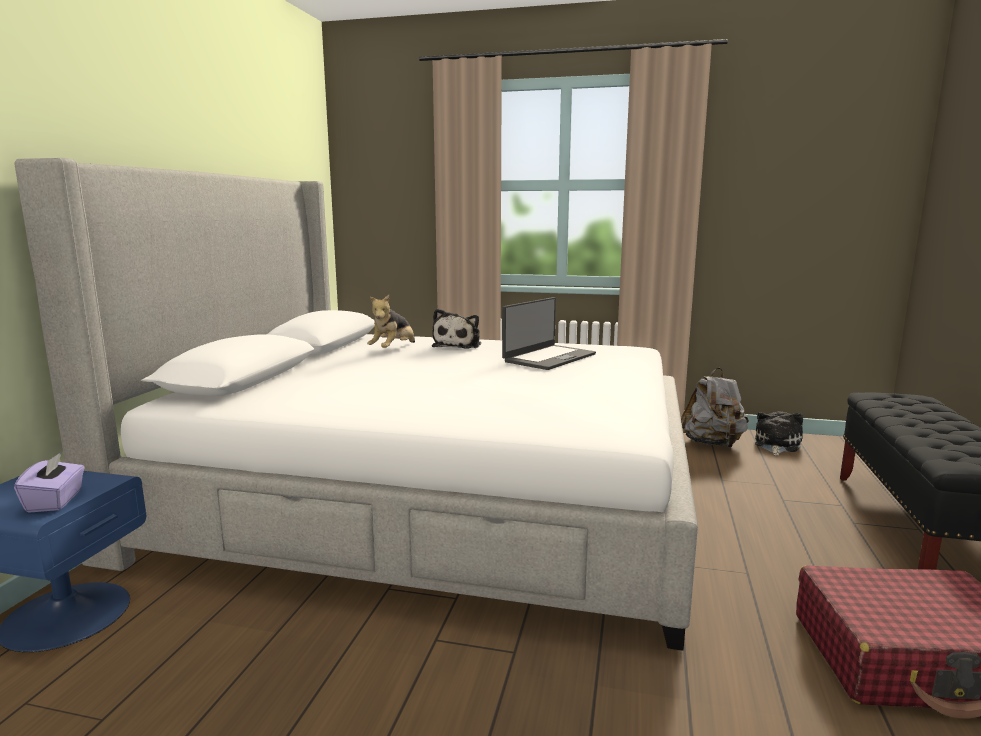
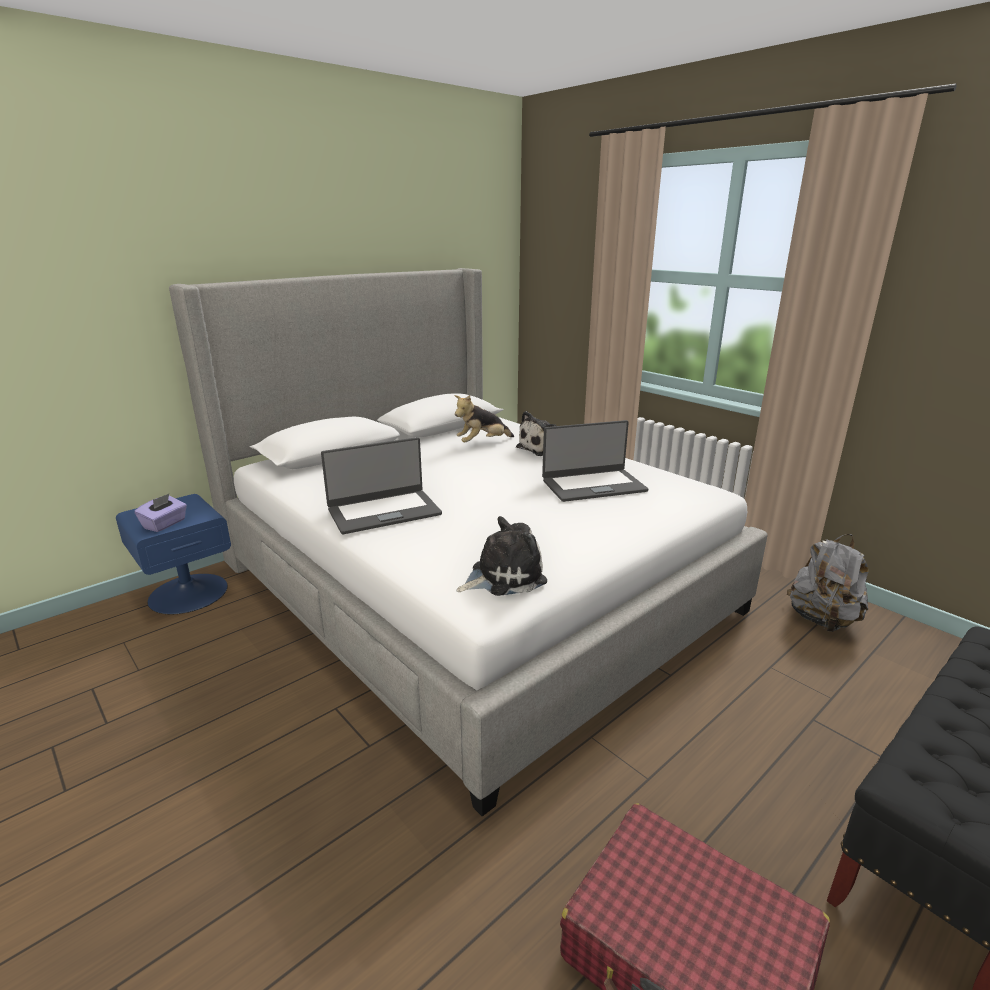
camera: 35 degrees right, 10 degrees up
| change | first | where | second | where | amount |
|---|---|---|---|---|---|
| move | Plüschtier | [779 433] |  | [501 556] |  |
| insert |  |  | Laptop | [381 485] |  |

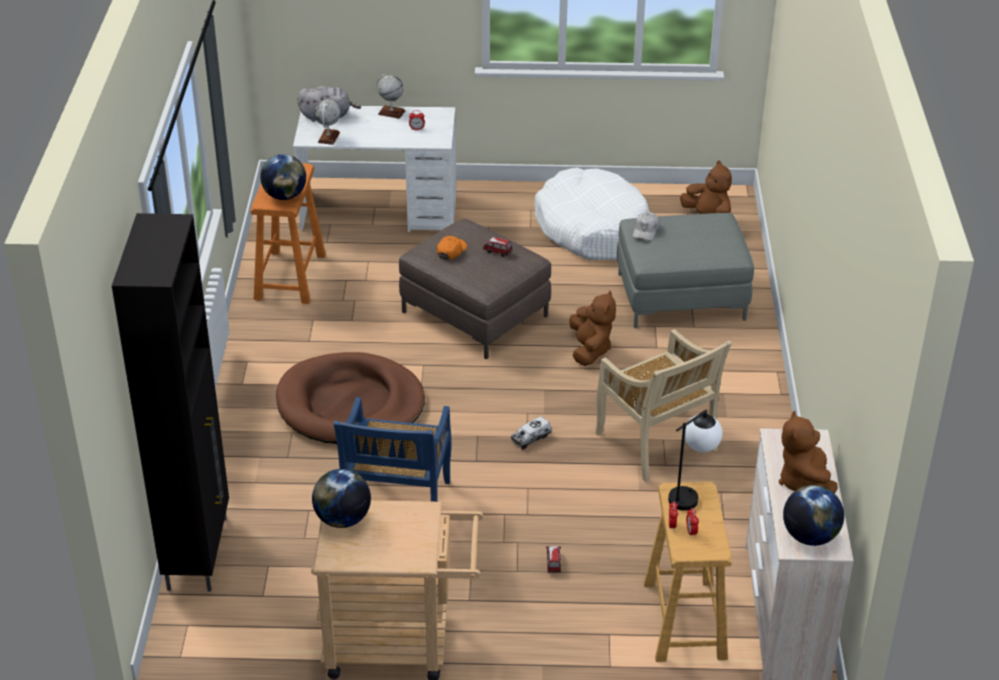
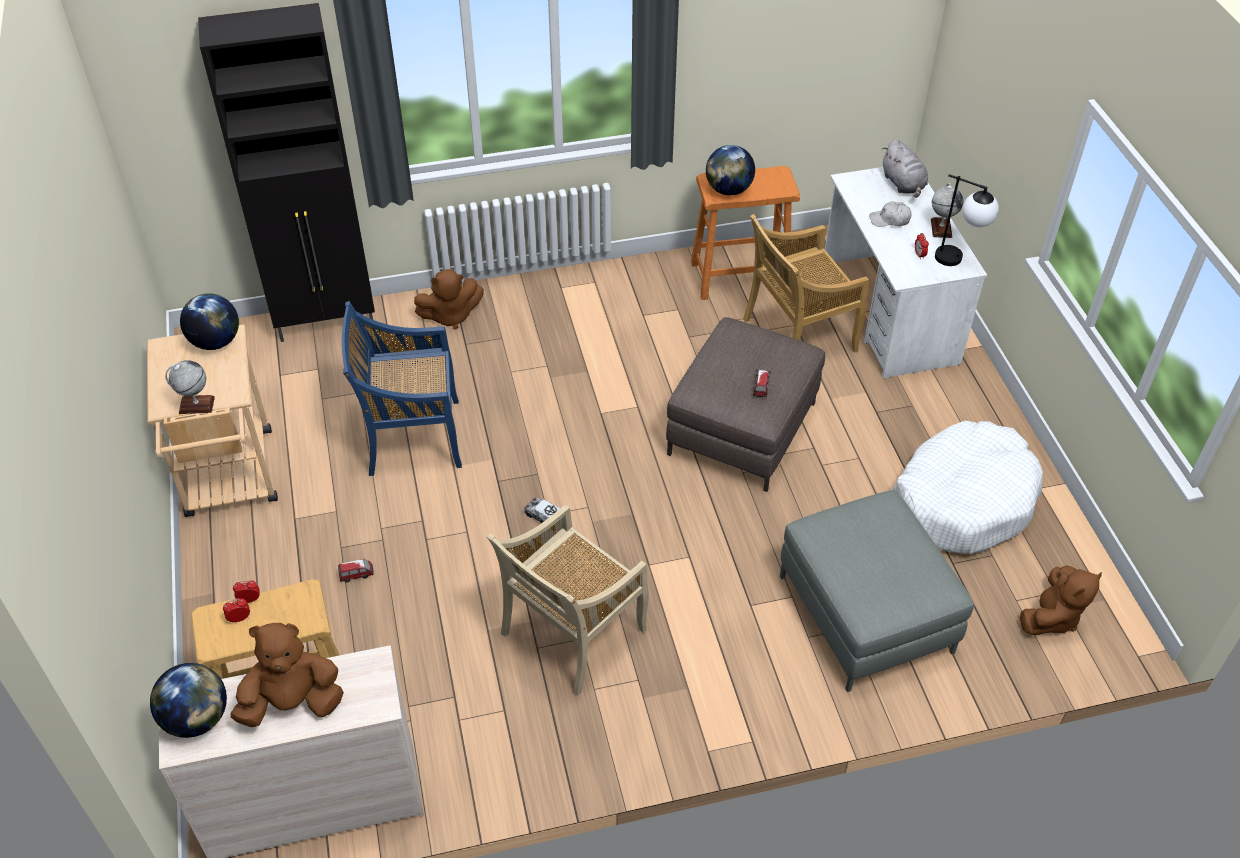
camera: 75 degrees right, 10 degrees up
| change | first | where | second | where | amount |
|---|---|---|---|---|---|
| delete | Hundebett (braun) | [350 398] |  |  |  |
| move | Globus | [327 122] |  | [190 387] |  |
| delete | Kappe (orange) | [452 248] |  |  |  |
| move | Plüschtier (braun) | [592 328] |  | [449 299] |  |
| move | Kappe (weiß) | [646 226] |  | [890 214] |  |
| move | Tischlampe | [695 460] |  | [967 220] |  |
| insert |  |  | Stuhl (beige) | [806 283] |  |

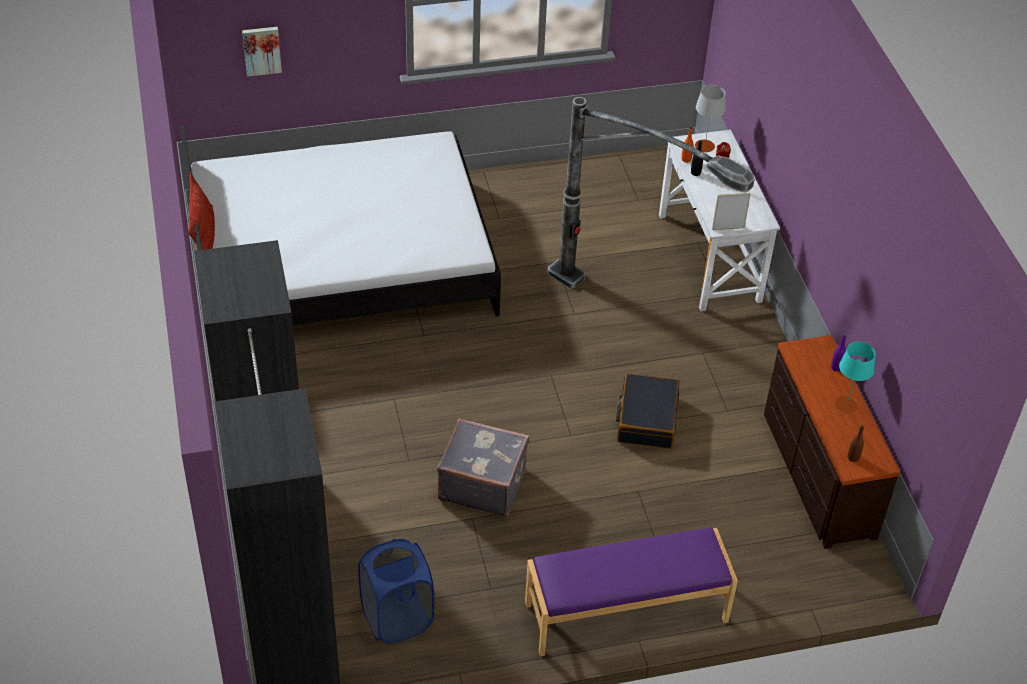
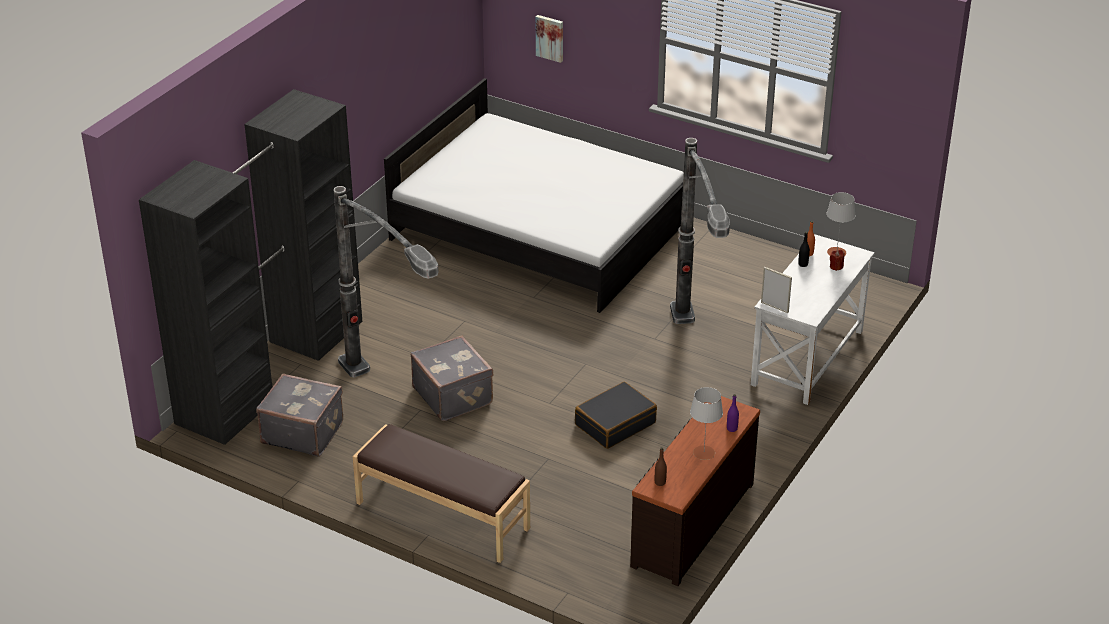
camera: 45 degrees right, 10 degrees down
| change | first | where | second | where | amount |
|---|---|---|---|---|---|
| delete | Kissen | [201 211] |  |  |  |
| replace | Wäschekorb (blau) | [396 591] | Koffer (grau) | [299 414] |  |
| recolor | Bank (lila) | [631 591] | Bank (braun) | [441 493] |  |
| recolor | Tischlampe (türkis) | [855 378] | Tischlampe (grau) | [706 423] |  |
| insert |  |  | Stehlampe | [386 282] |  |

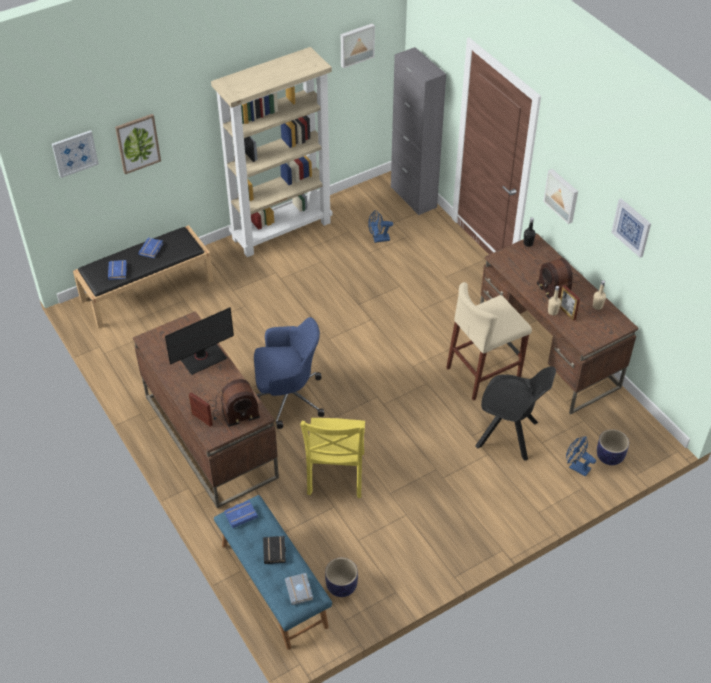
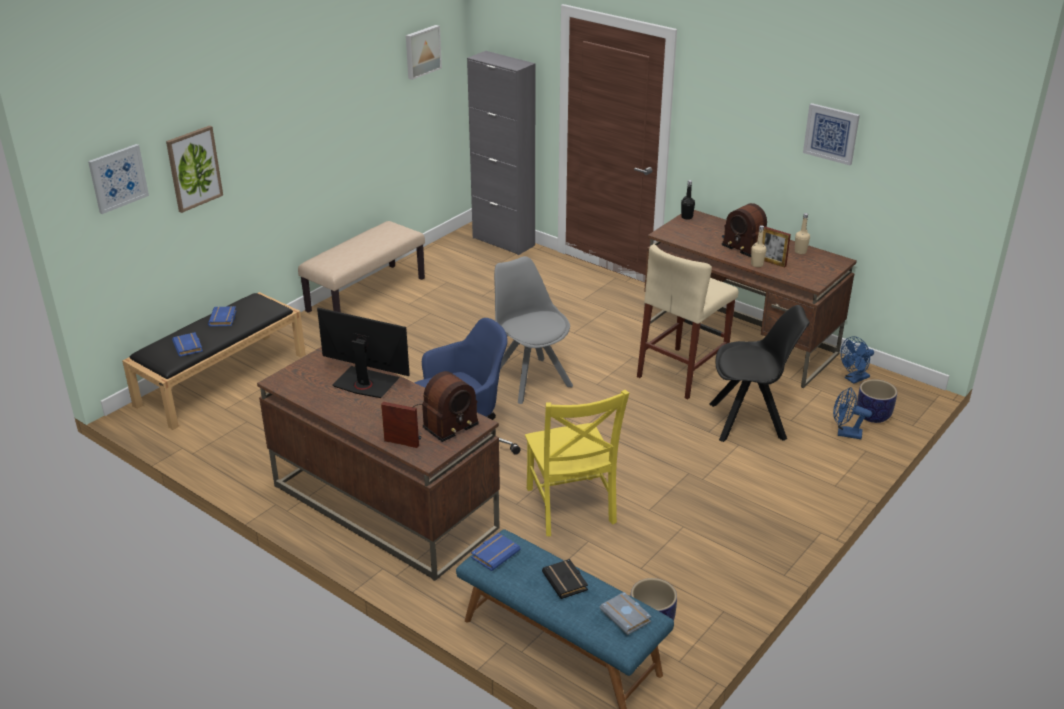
camera: 20 degrees left, 15 degrees down
| change | first | where | second | where | amount |
|---|---|---|---|---|---|
| rotate | Monitor | [199 341] |  | [363 353] | 105 degrees counterclockwise |
| replace | Bücherregal (beige) | [272 152] | Bank (beige) | [361 267] |  |
| move | Ventilator (blau) | [380 226] |  | [857 360] |  |
| delete | Bild | [560 196] |  |  |  |
| insert |  |  | Stuhl (grau) | [533 330] |  |

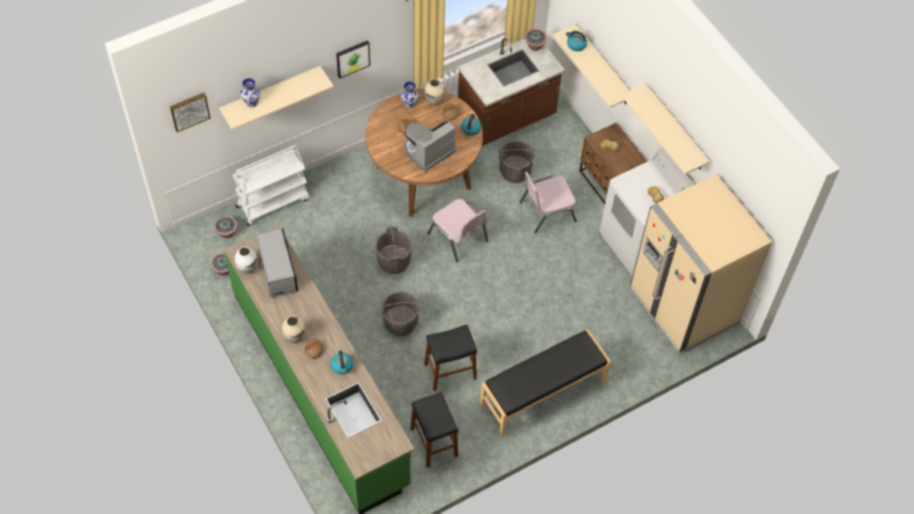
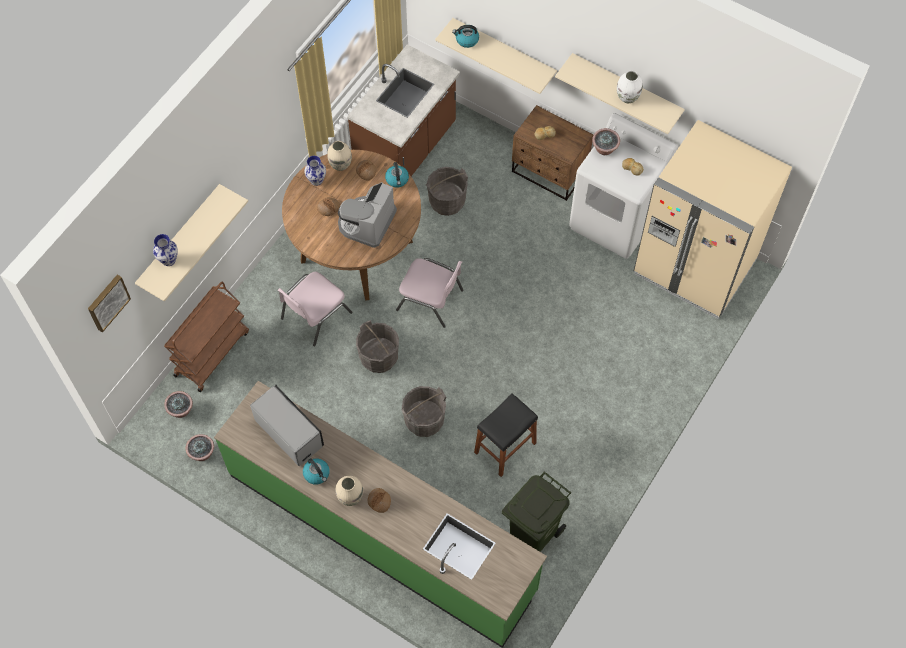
camera: 25 degrees left, 5 degrees up
| change | first | where | second | where | amount |
|---|---|---|---|---|---|
| recolor | Rollwagen (weiß) | [270 185] | Rollwagen (braun) | [206 337] |  |
| move | Vase (weiß) | [246 260] |  | [630 87] |  |
| move | Wasserkessel | [341 362] |  | [316 471] |  |
| delete | Bild | [353 59] |  |  |  |
| replace | Hocker (schwarz) | [434 430] | Mülleimer (grün) | [536 511] |  |
| delete | Bank (schwarz) | [545 383] |  |  |  |
| move | Stuhl (rosa) | [548 202] |  | [315 309] |  |
| move | Topfpflanze | [536 39] |  | [606 141] |  |

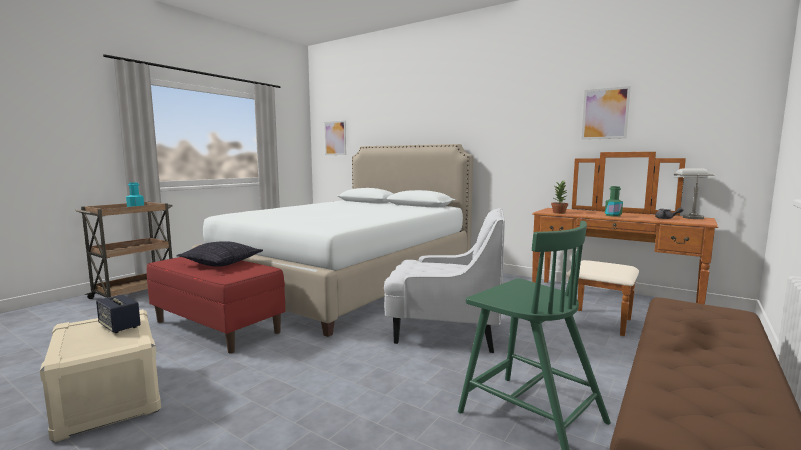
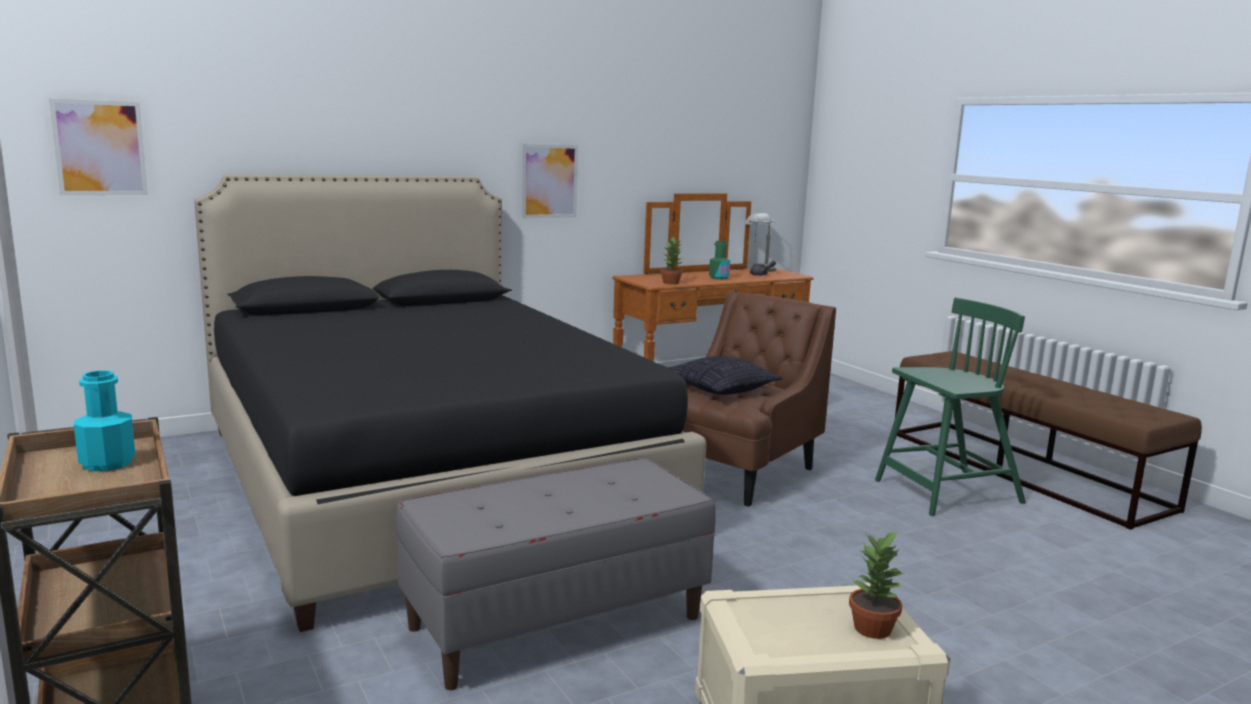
camera: 65 degrees left, 5 degrees up
| change | first | where | second | where | amount |
|---|---|---|---|---|---|
| delete | Lautsprecher | [118 313] |  |  |  |
| recolor | Bank (rot) | [216 305] | Bank (grau) | [556 574] |  |
| move | Kissen | [220 254] |  | [725 375] |  |
| recolor | Bett (weiß) | [332 240] | Bett (schwarz) | [450 403] |  |
| recolor | Sessel (weiß) | [444 280] | Sessel (braun) | [759 399] |  |
| move | Bild | [606 113] |  | [550 181] |  |
| insert |  |  | Topfpflanze | [876 584] |  |

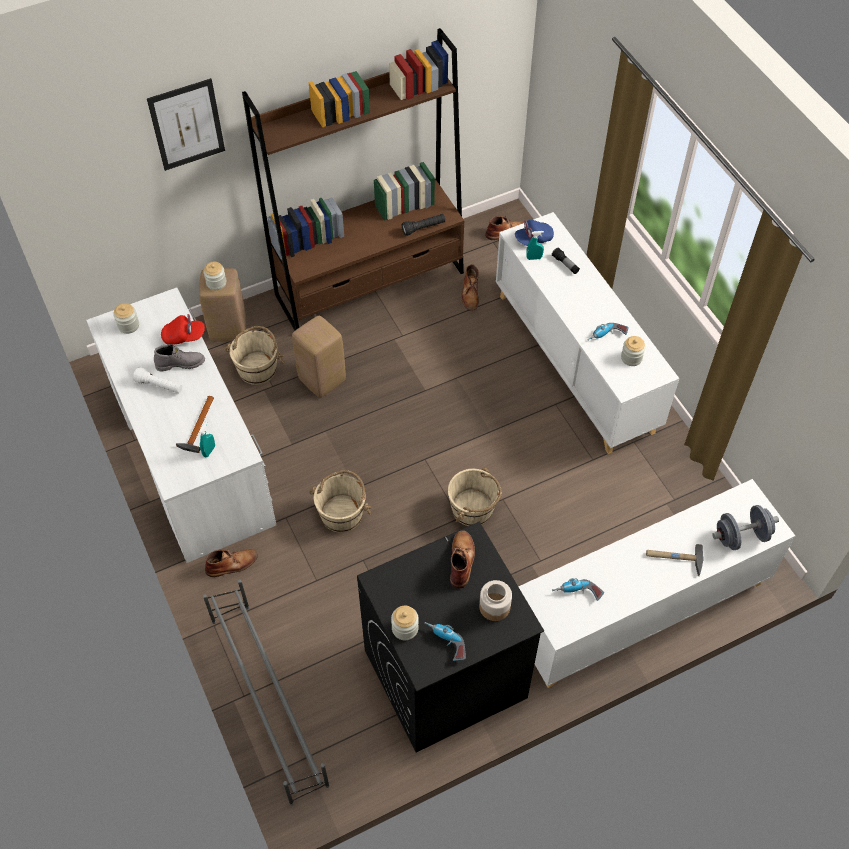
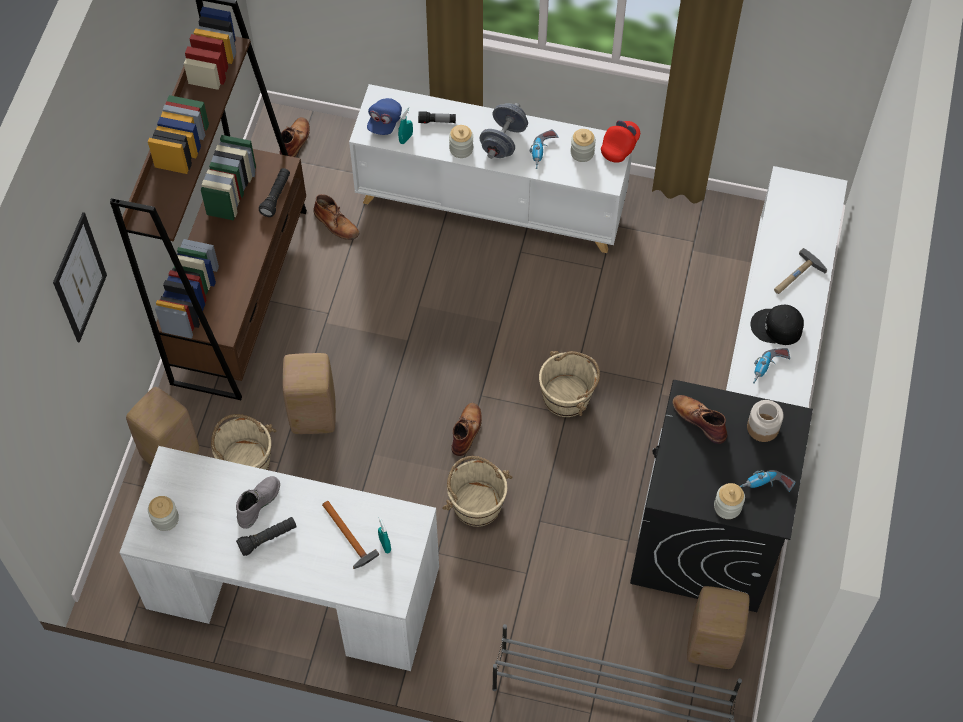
camera: 50 degrees left, 5 degrees up
| change | first | where | second | where | amount |
|---|---|---|---|---|---|
| recolor | Taschenlampe (weiß) | [157 380] | Taschenlampe (schwarz) | [266 536] |  |
| move | Kappe (rot) | [183 329] |  | [620 141] |  |
| move | Vorratsglas | [214 276] |  | [461 141] |  |
| move | Stiefel (braun) | [231 563] |  | [466 429] |  |
| move | Hantel (grau) | [745 527] |  | [504 131] |  |
| insert |  |  | Hocker (beige) | [718 627] |  |
| insert |  |  | Kappe (schwarz) | [777 325] |  |

